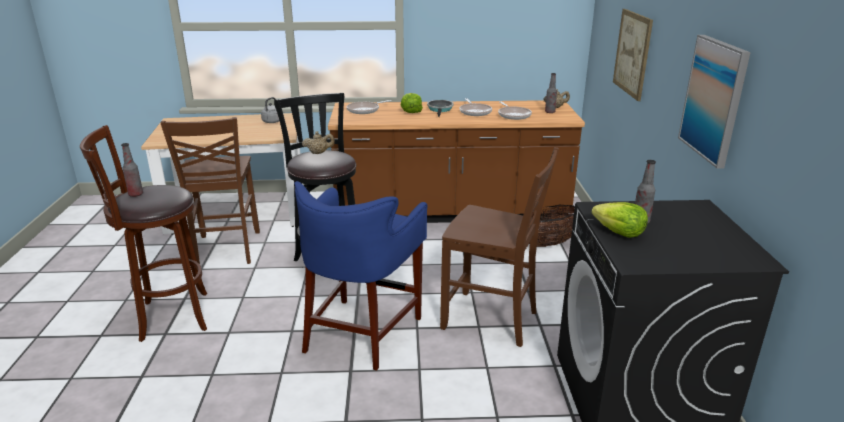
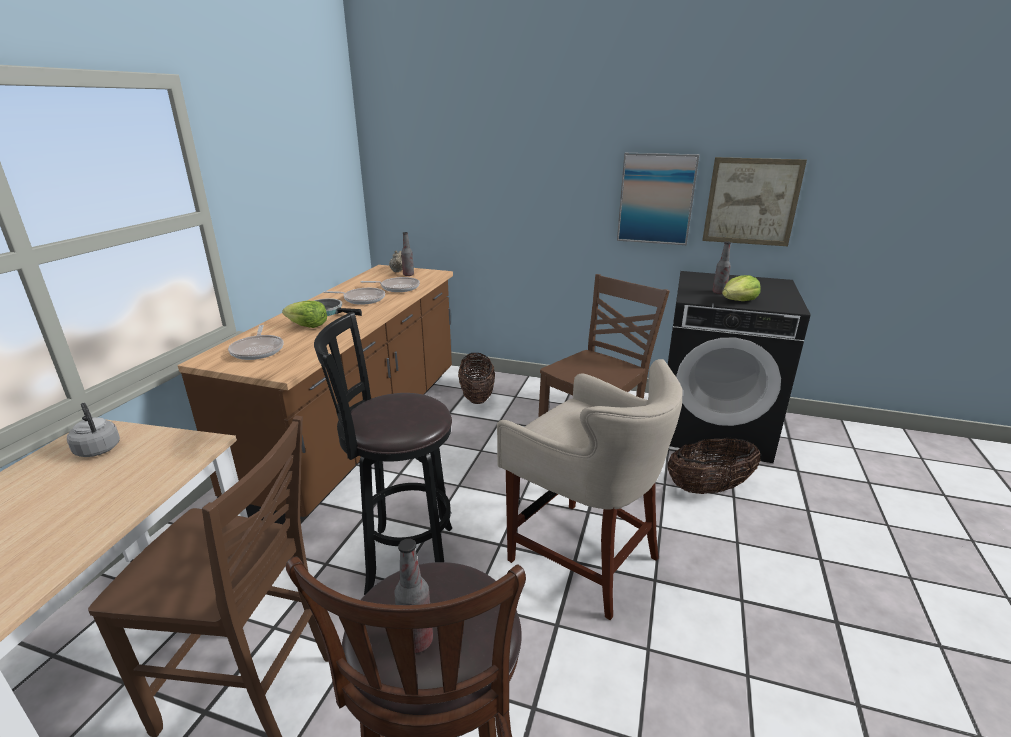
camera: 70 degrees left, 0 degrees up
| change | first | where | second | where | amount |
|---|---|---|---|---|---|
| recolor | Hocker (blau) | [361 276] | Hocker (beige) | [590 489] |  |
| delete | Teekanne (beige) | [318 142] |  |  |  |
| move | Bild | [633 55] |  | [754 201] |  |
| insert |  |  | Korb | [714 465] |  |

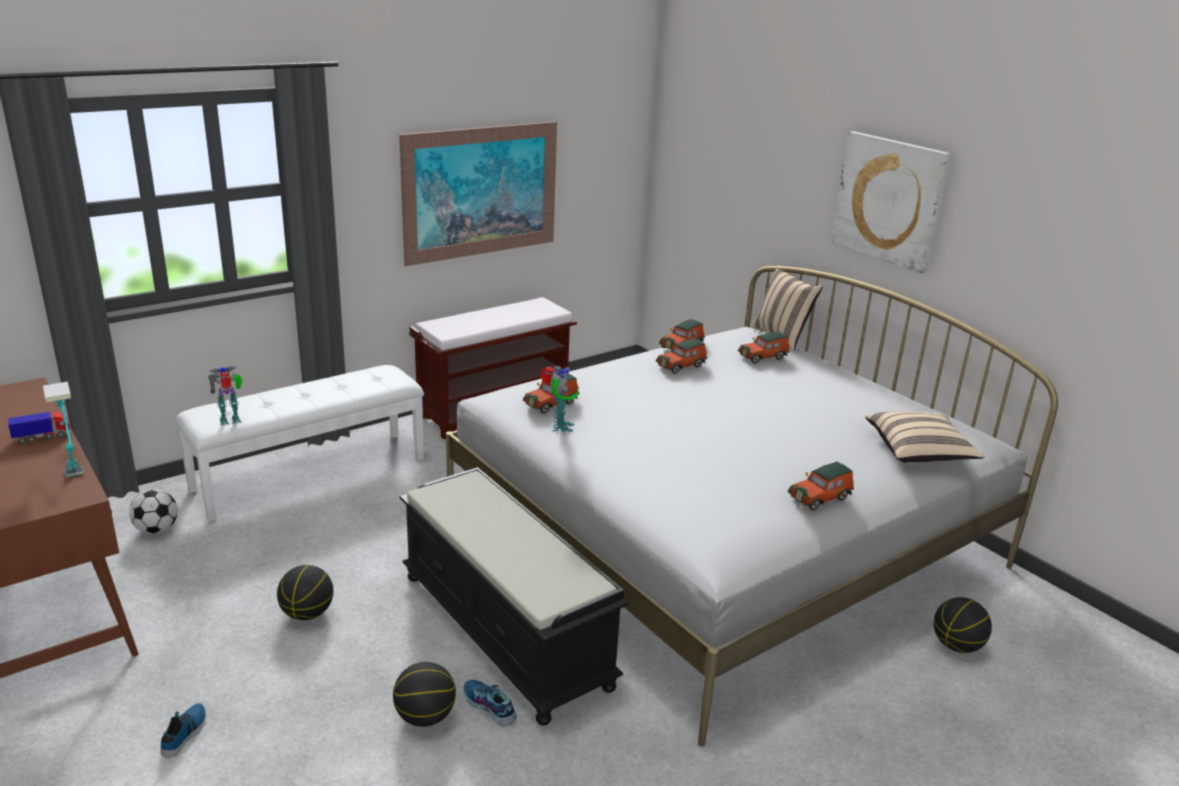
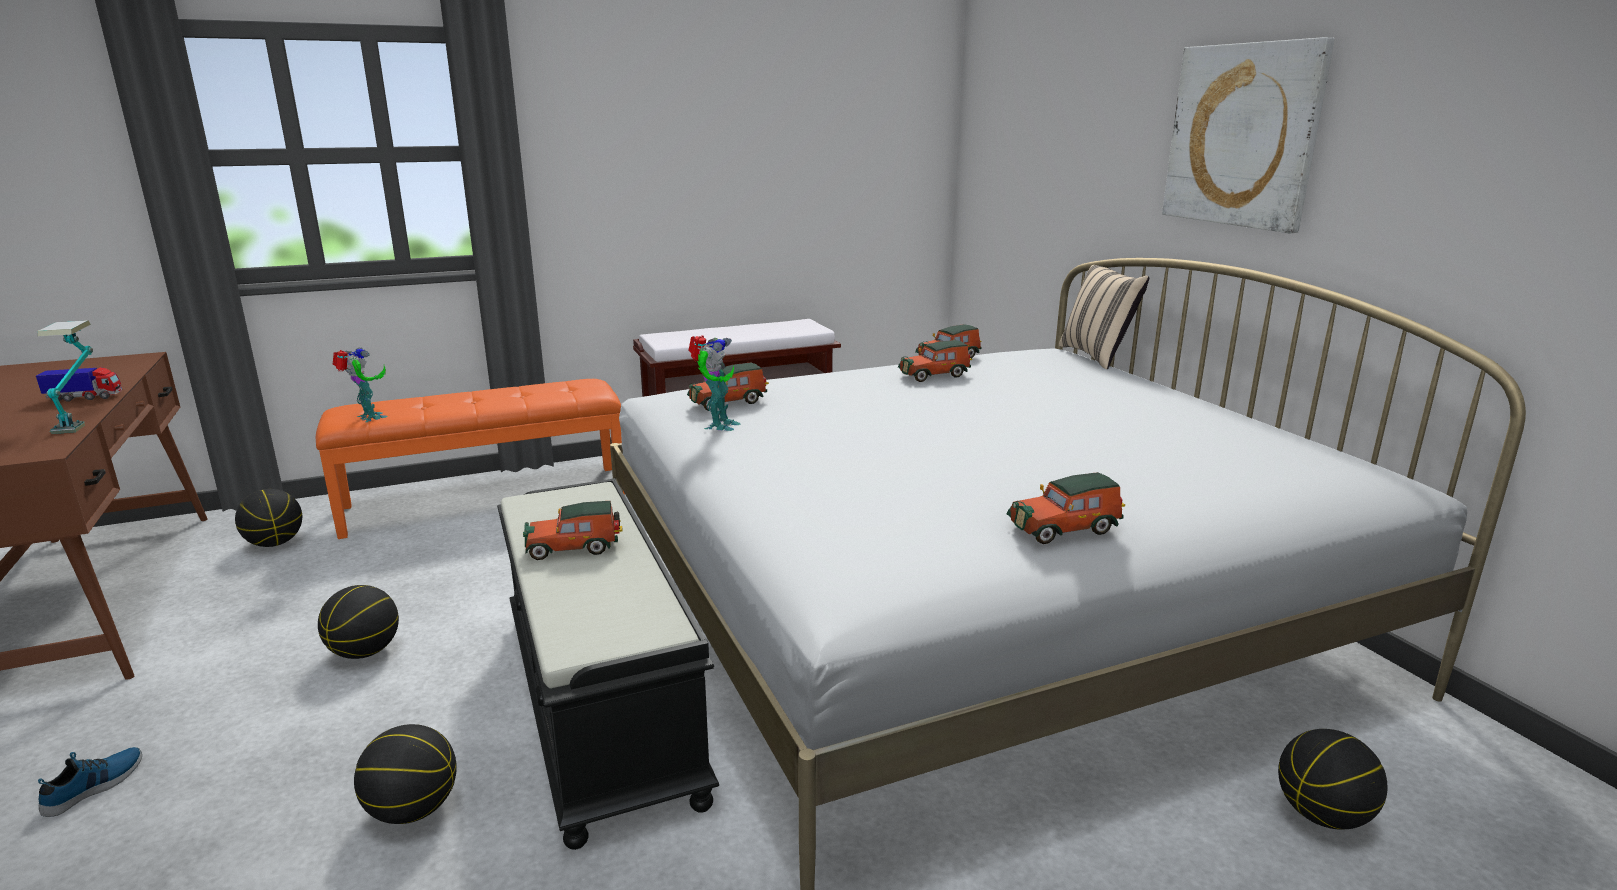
camera: 15 degrees right, 5 degrees down
| change | first | where | second | where | amount |
|---|---|---|---|---|---|
| replace | Fußball | [153 512] | Basketball | [268 518] |  |
| recolor | Bank (weiß) | [299 443] | Bank (orange) | [470 459] |  |
| rotate | Spielzeugroboter | [225 396] |  | [360 384] | 60 degrees clockwise |
| delete | Bild | [478 194] |  |  |  |
| delete | Schuh | [490 703] |  |  |  |
| move | Spielzeugauto | [764 348] |  | [572 530] |  |
| delete | Kissen (beige) | [925 437] |  |  |  |

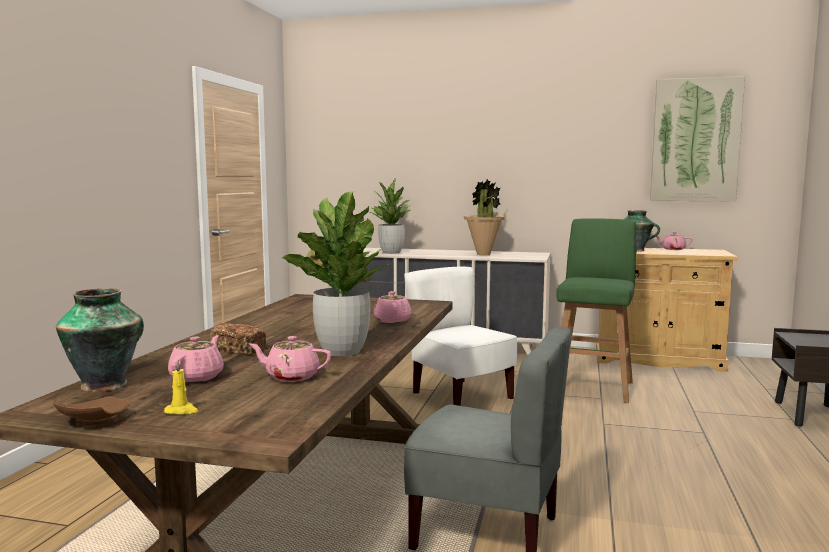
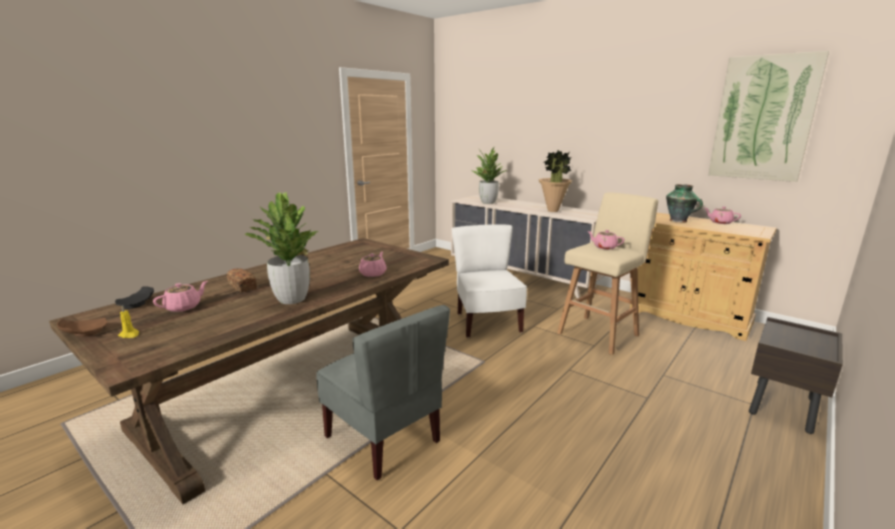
camera: 25 degrees right, 10 degrees up
| change | first | where | second | where | amount |
|---|---|---|---|---|---|
| replace | Vase | [100 340] | Teller (schwarz) | [134 297] |  |
| move | Teekanne (rosa) | [290 359] |  | [605 239] |  |
| recolor | Hocker (grün) | [596 310] | Hocker (beige) | [607 273] |  |

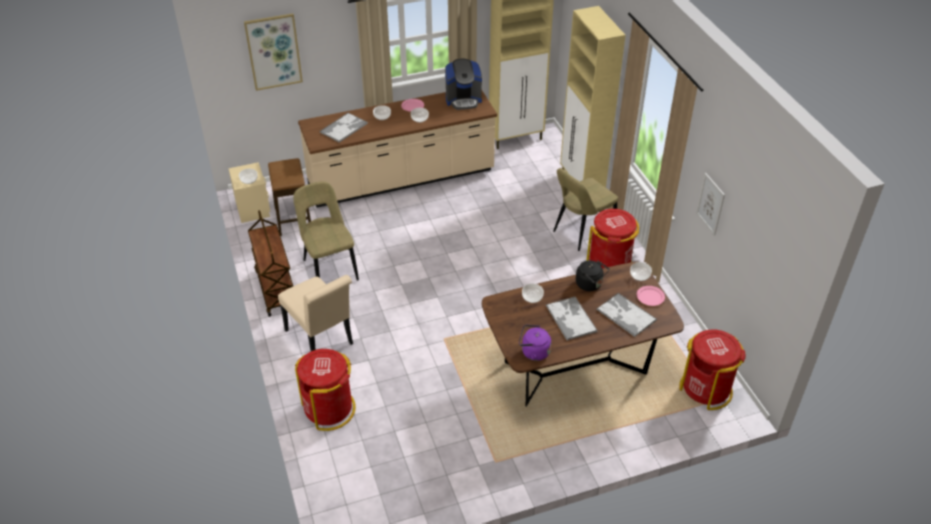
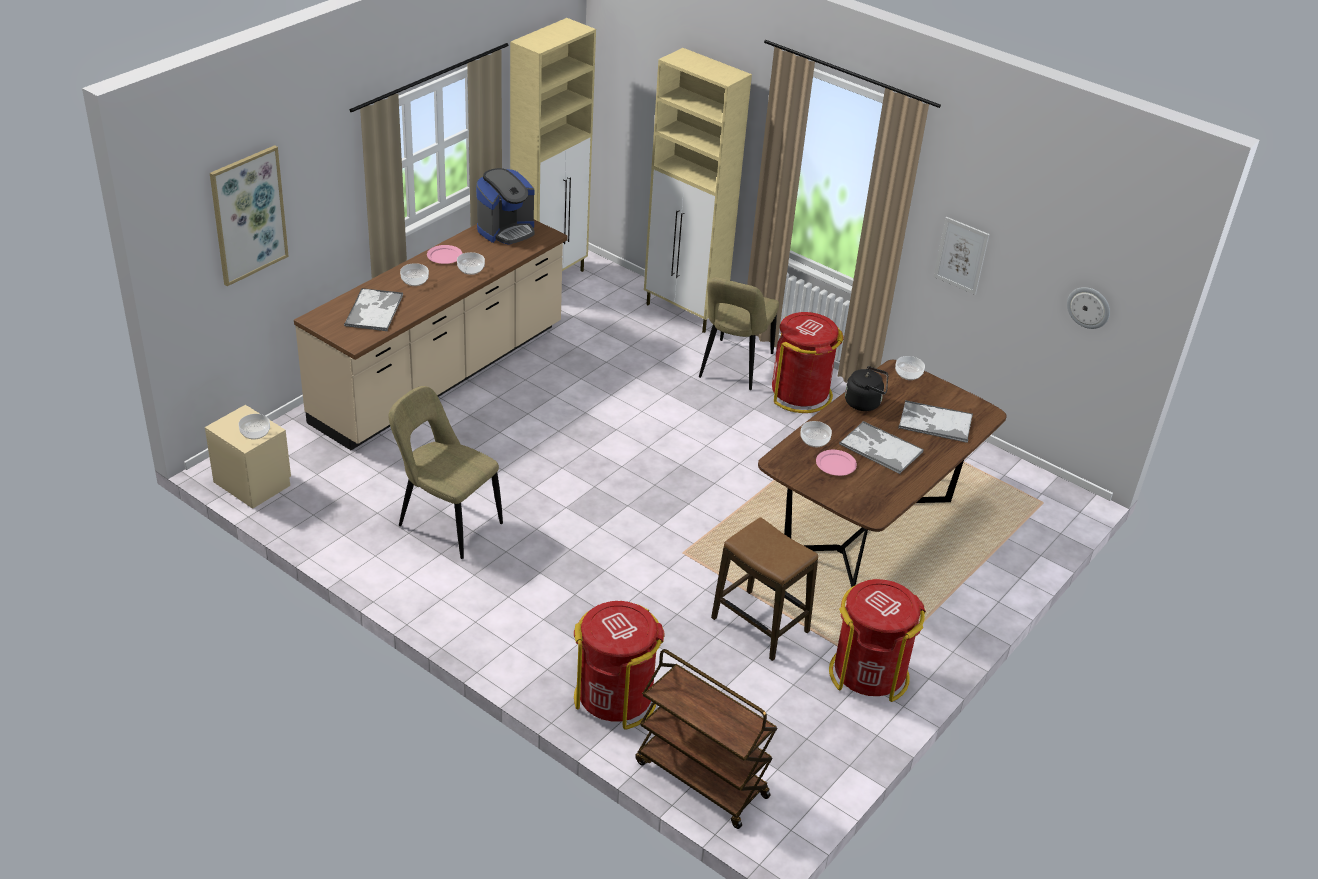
camera: 35 degrees left, 5 degrees down
| change | first | where | second | where | amount |
|---|---|---|---|---|---|
| move | Rollwagen (braun) | [270 263] |  | [706 739] |  |
| move | Hocker | [289 197] |  | [764 589] |  |
| delete | Stuhl (beige) | [315 313] |  |  |  |
| delete | Wasserkessel (lila) | [535 343] |  |  |  |
| move | Teller (rosa) | [651 296] |  | [836 463] |  |
| move | Mülleimer (rot) | [712 370] |  | [877 640] |  |
| insert |  |  | Wanduhr | [1088 308] |  |

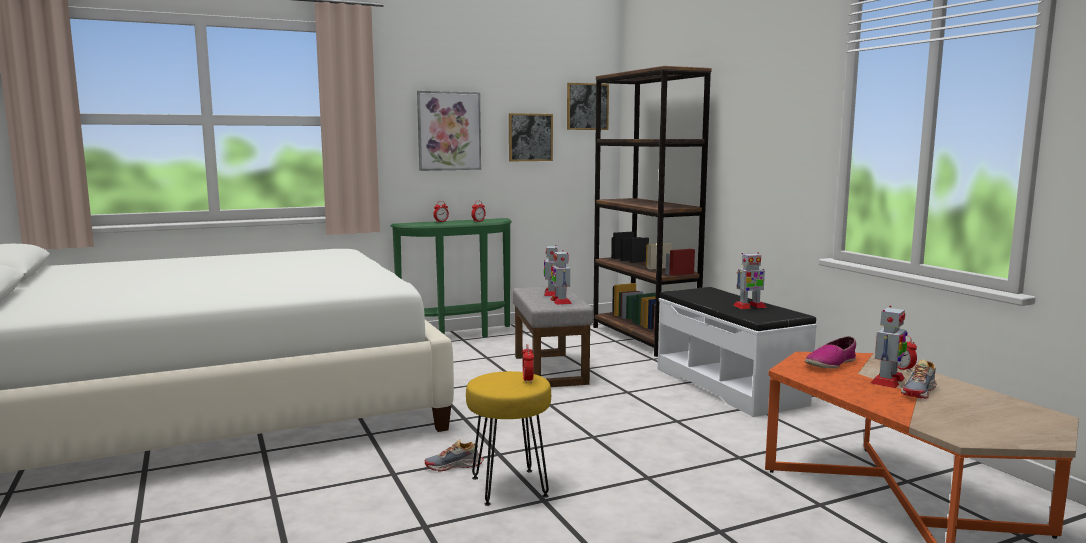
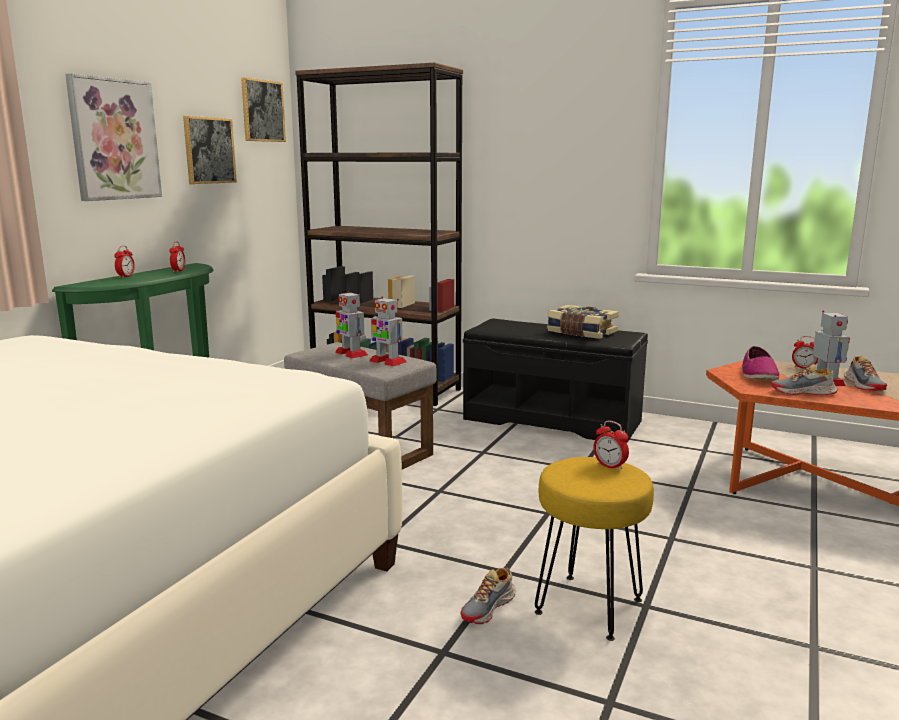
camera: 40 degrees left, 5 degrees up
| change | first | where | second | where | amount |
|---|---|---|---|---|---|
| recolor | Bank (weiß) | [737 352] | Bank (schwarz) | [555 380] |  |
| replace | Spielzeugroboter | [750 280] | Buch | [583 322] |  |
| insert |  |  | Schuh | [805 379] |  |

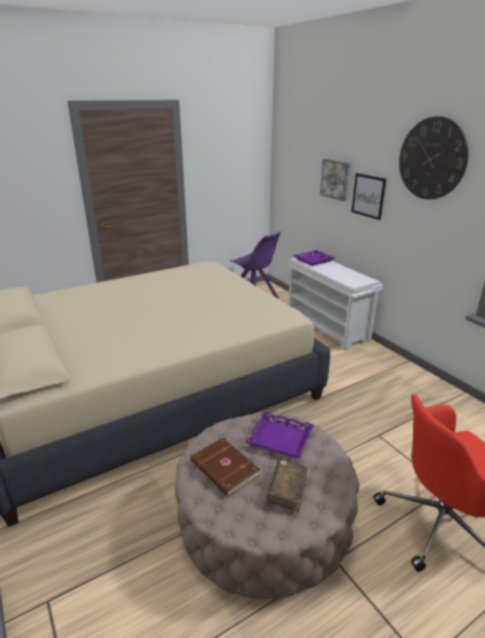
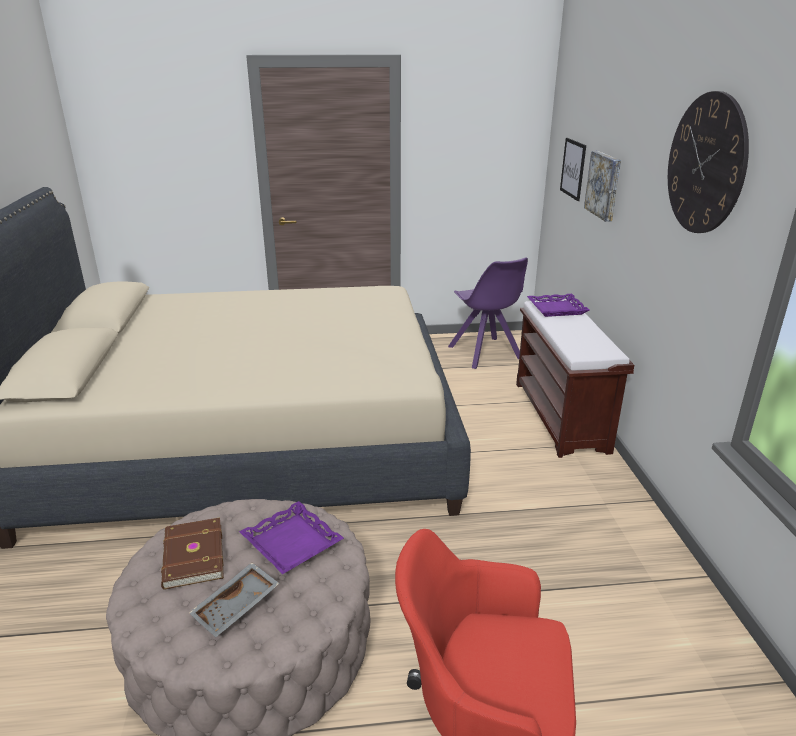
camera: 25 degrees right, 0 degrees up
| change | first | where | second | where | amount |
|---|---|---|---|---|---|
| replace | Buch (braun) | [287 485] | Tablett (grau) | [234 600] |  |
| recolor | Bank (weiß) | [335 302] | Bank (braun) | [575 378] |  |
| move | Bild | [368 196] |  | [573 169] |  |

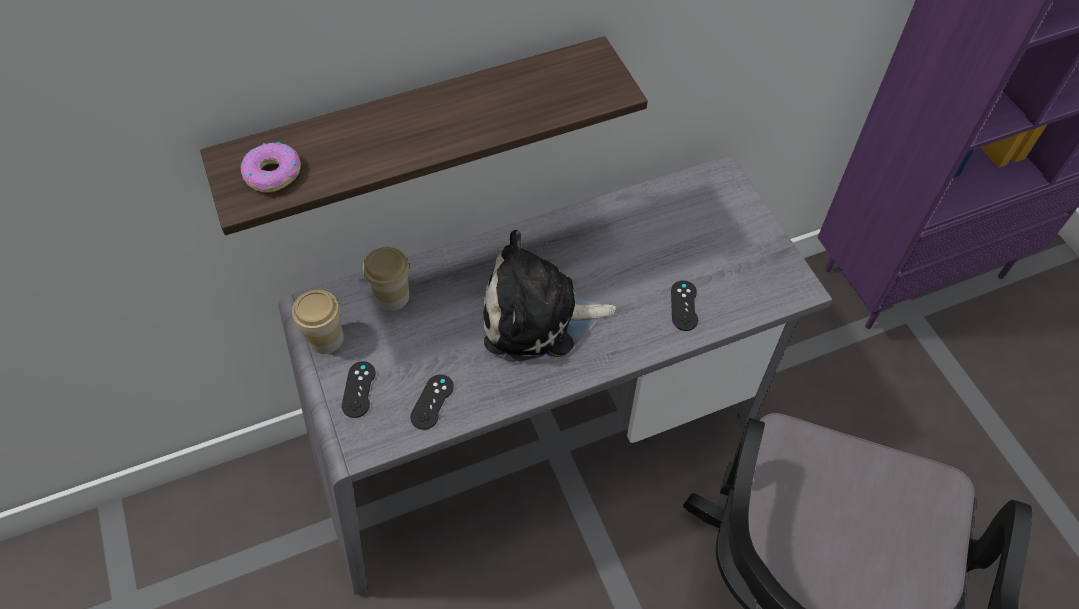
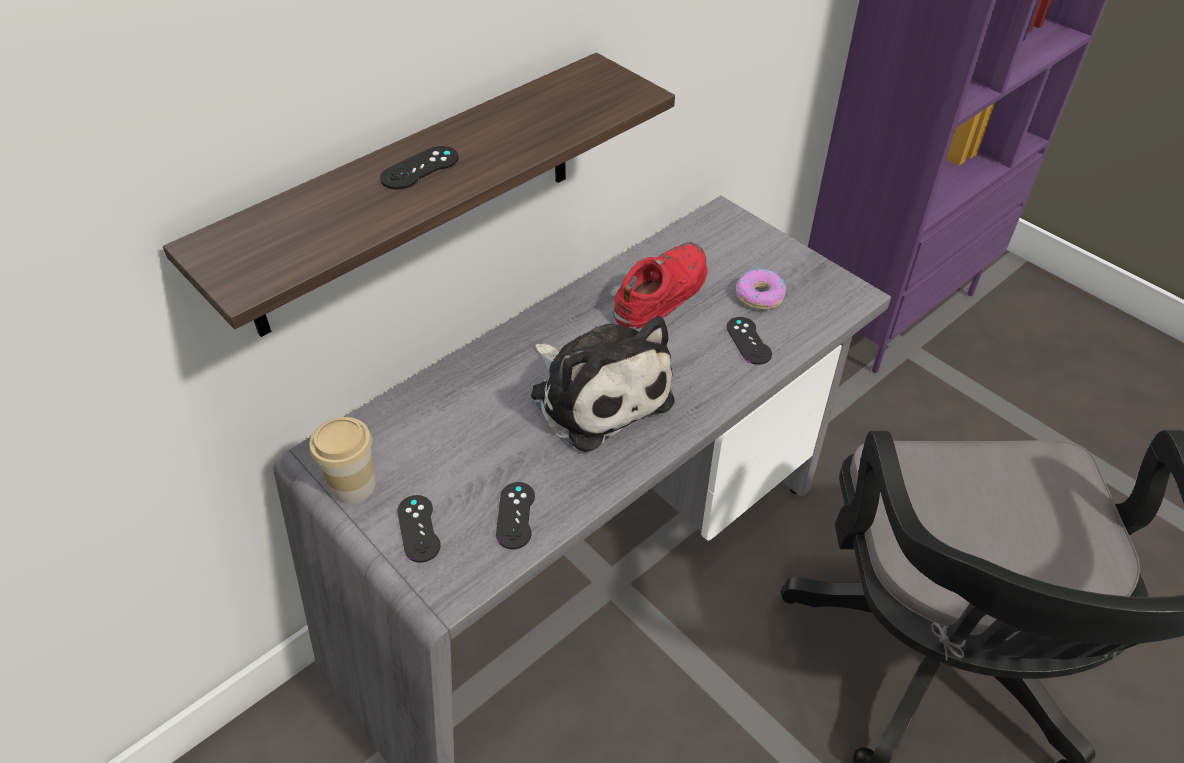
camera: 20 degrees left, 10 degrees down
| change | first | where | second | where | amount |
|---|---|---|---|---|---|
| move | Donut | [270 167] |  | [761 288] |  |
| delete | Tasse | [386 279] |  |  |  |
| rotate | Plüschtier | [549 296] |  | [603 384] | 105 degrees counterclockwise |
| insert |  |  | Gamepad (schwarz) | [419 167] |  |
| insert |  |  | Schuh (rot) | [660 285] |  |

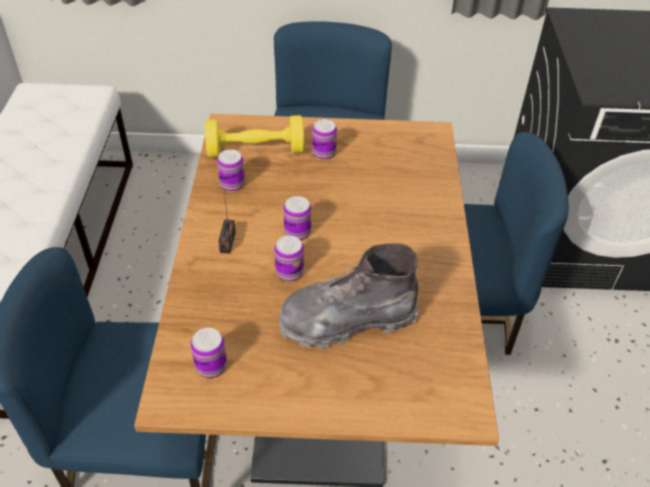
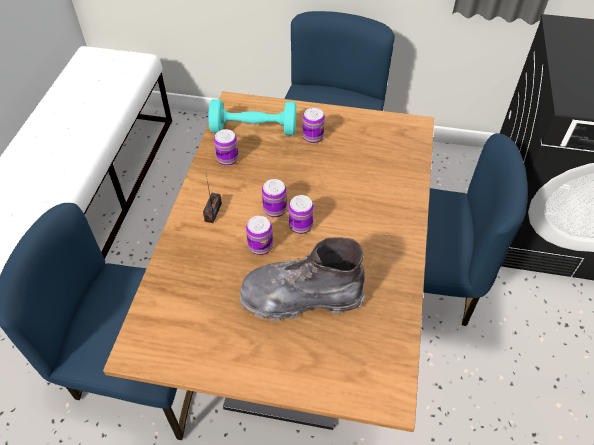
camera: 10 degrees right, 5 degrees up
| change | first | where | second | where | amount |
|---|---|---|---|---|---|
| move | Dose | [209 353] |  | [301 214] |  |
| recolor | Hantel (gelb) | [254 136] | Hantel (türkis) | [252 117] |  |

